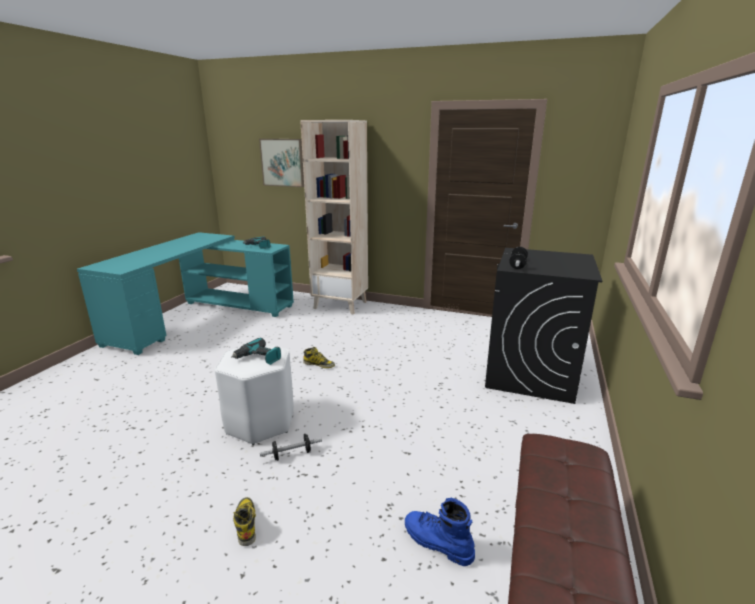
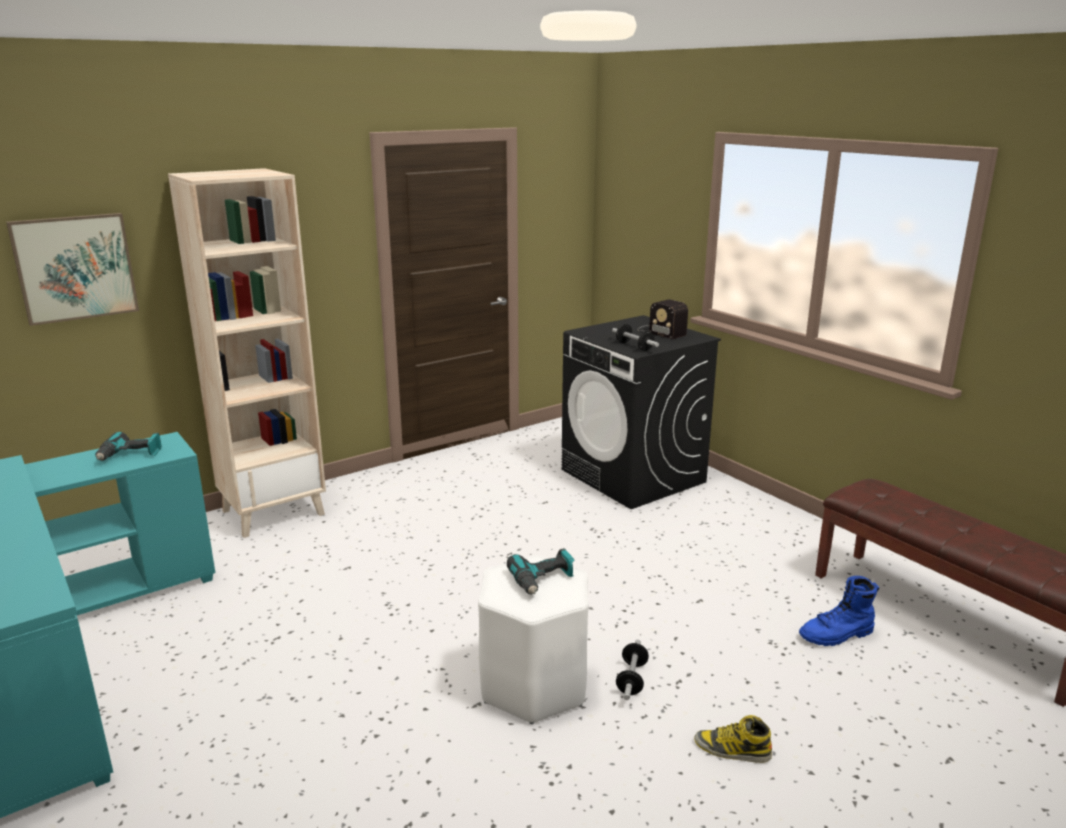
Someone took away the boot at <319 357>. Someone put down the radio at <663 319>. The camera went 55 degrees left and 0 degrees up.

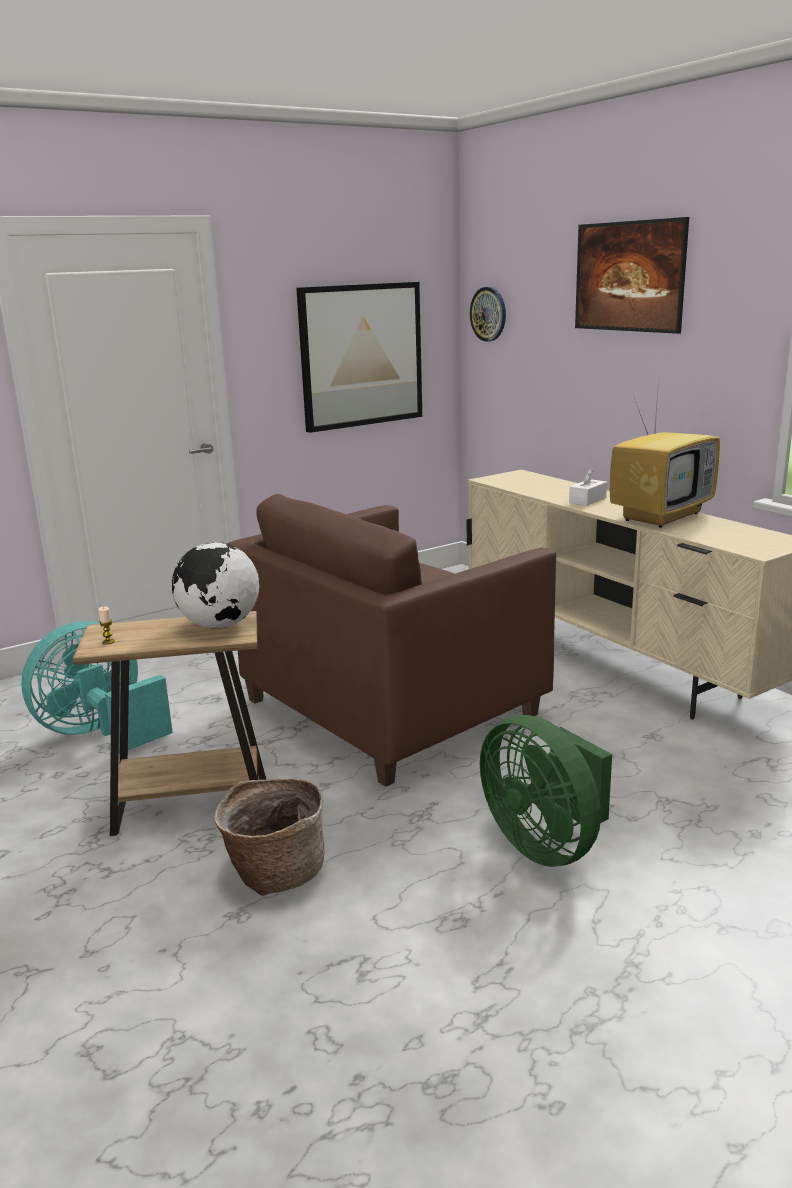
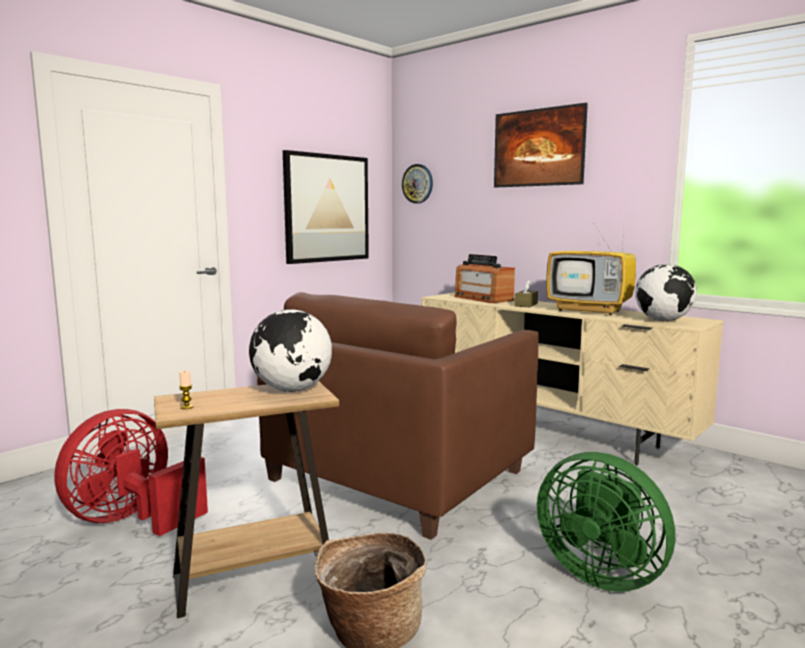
Someone put down the radio at <484 278>. Someone put down the globe at <666 292>. Someone repainted the turquoise_fan at <97 687>, which became the red_fan at <131 472>. Someone repainted the white_tissue_box at <588 487>, which became the brown_tissue_box at <526 293>. Someone rotated the television at <665 453> by 90 degrees clockwise. The camera went 15 degrees left and 10 degrees down.

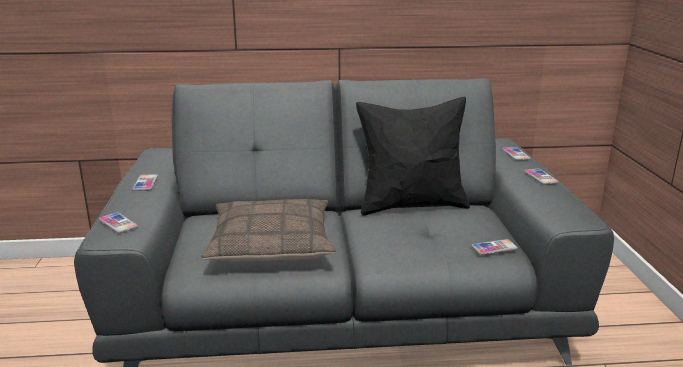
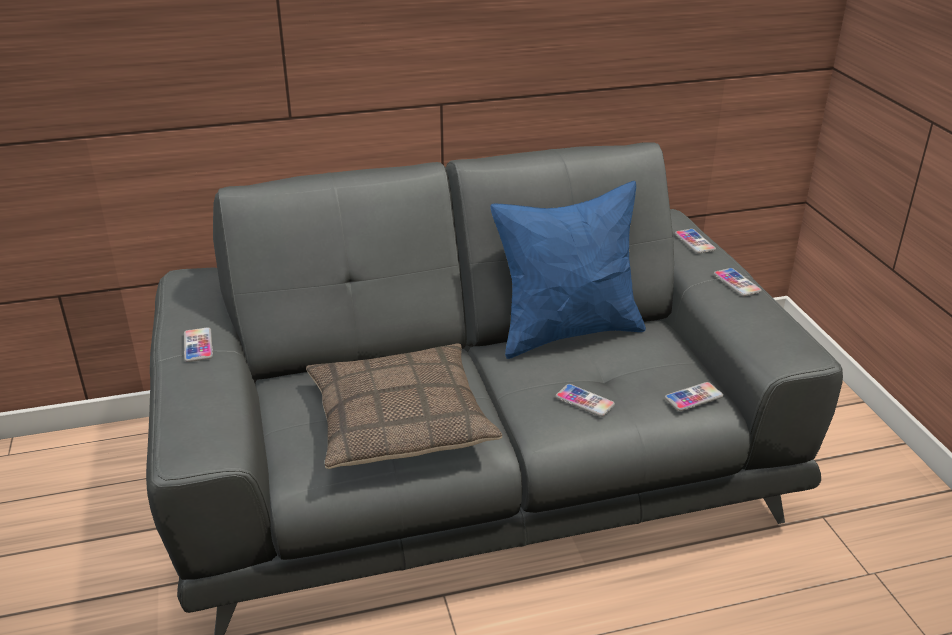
Someone carried the phone from <118 222> to <585 400>. Someone repainted the black_pillow at <413 156>, which became the blue_pillow at <568 270>. The camera went 10 degrees left and 10 degrees up.

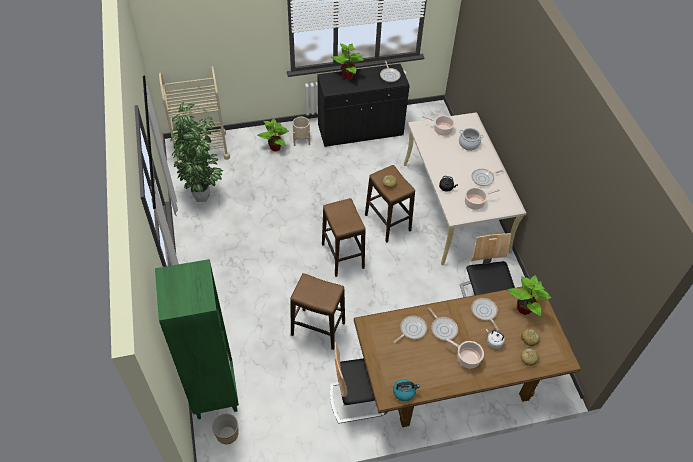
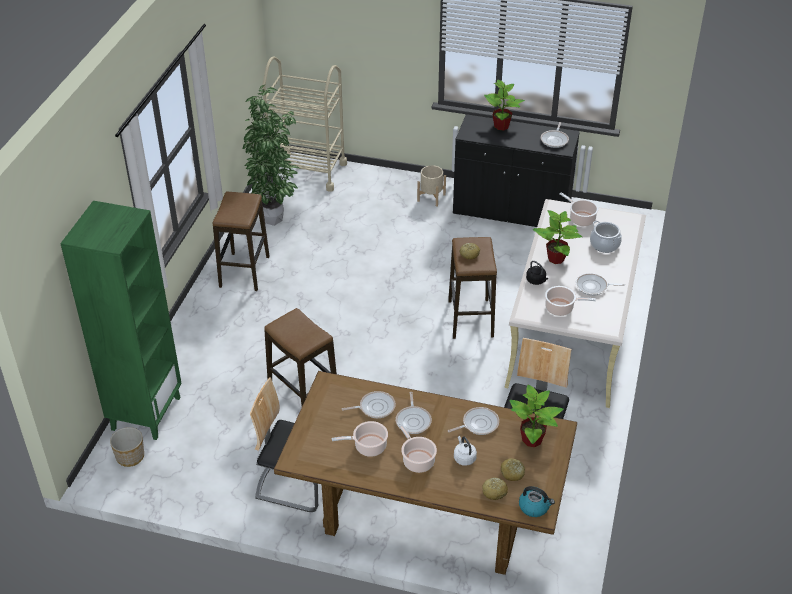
Someone put down the cooking_pot at <360 439>. Someone carried the potted_plant from <273 135> to <557 237>. Someone carried the stool from <344 237> to <241 241>. Someone carried the kettle from <406 390> to <537 501>. Someone rotated the frying_pan at <485 314> by 60 degrees clockwise. The camera went 30 degrees right and 10 degrees down.

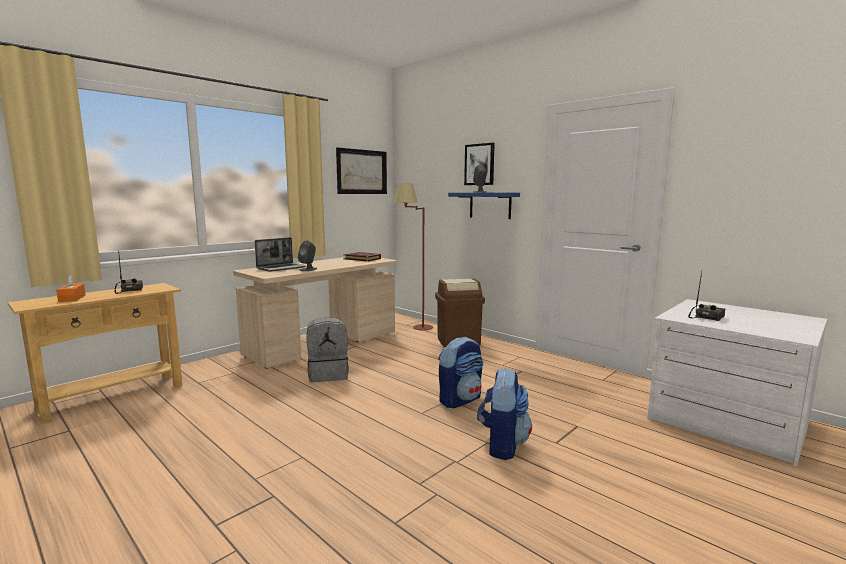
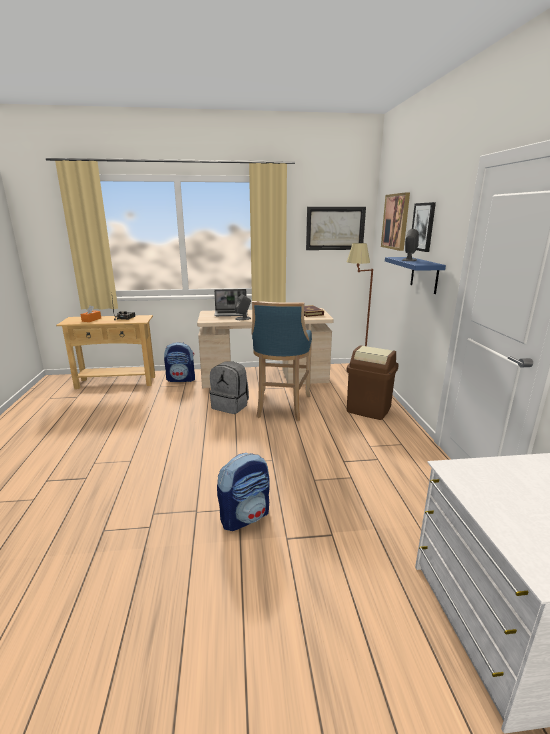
Someone took away the radio at <706 296>. Someone put down the blue_stool at <281 361>. Someone put up the picture at <395 221>. Someone carried the backpack from <460 372> to <179 362>. The camera went 40 degrees right and 10 degrees up.

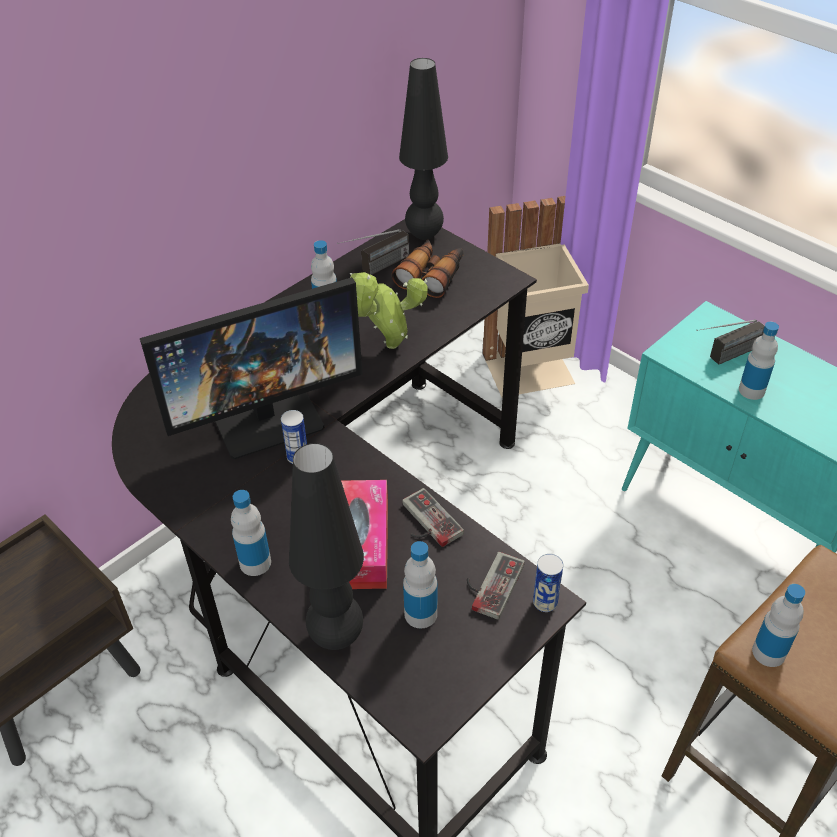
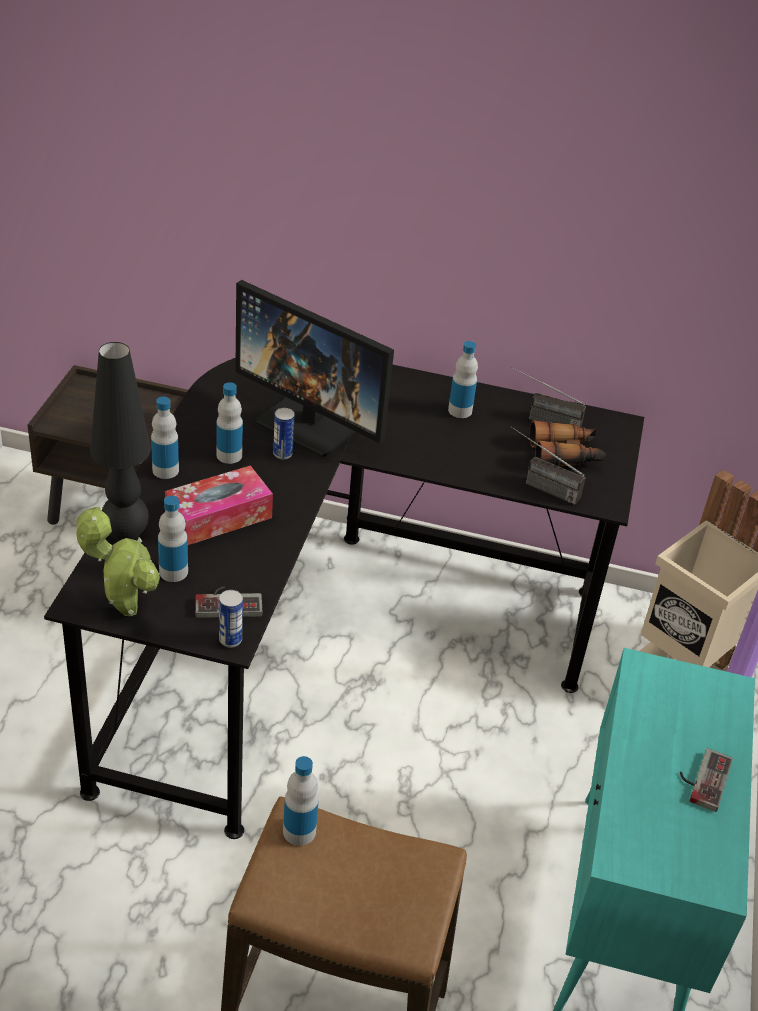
Someone took away the black_table_lamp at <423 149>. Someone carried the potted_plant from <389 310> to <117 560>. Someone carried the game_controller from <433 517> to <706 780>. Someone carried the radio from <730 342> to <548 465>. Someone carried the bottle from <759 361> to <229 423>. The camera went 55 degrees right and 5 degrees down.

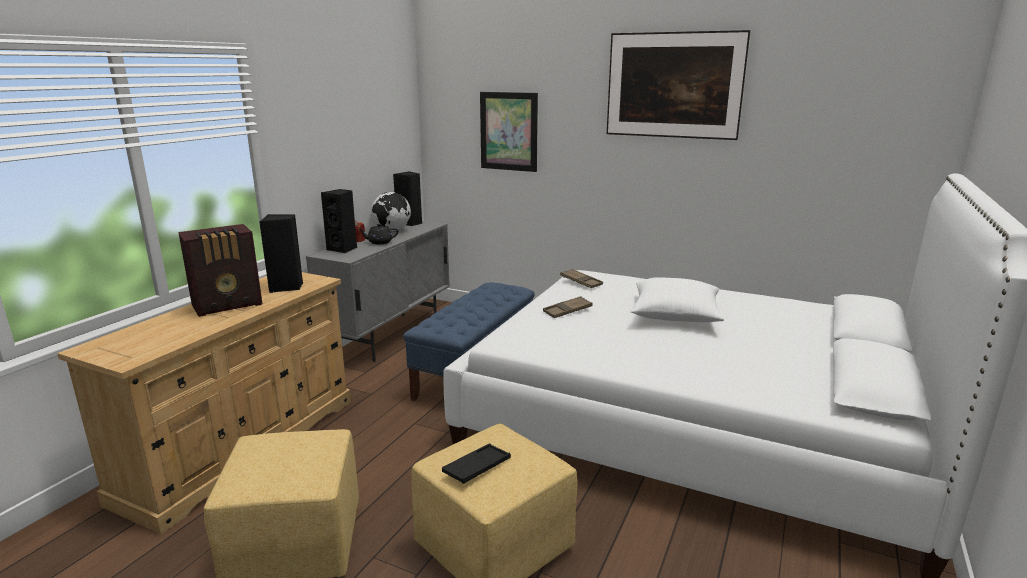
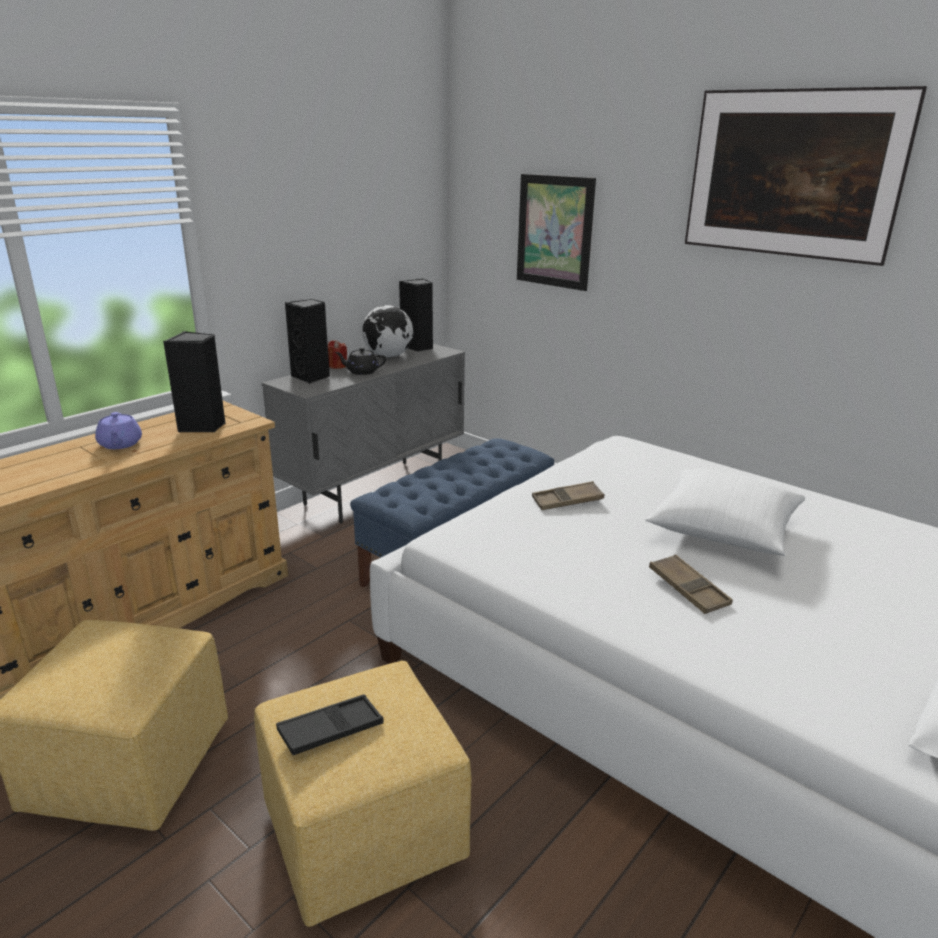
Someone carried the brown_tray from <581 278> to <691 584>. Someone swapped the radio at <220 270> for the purple_teapot at <118 430>. The camera went 15 degrees right and 5 degrees up.

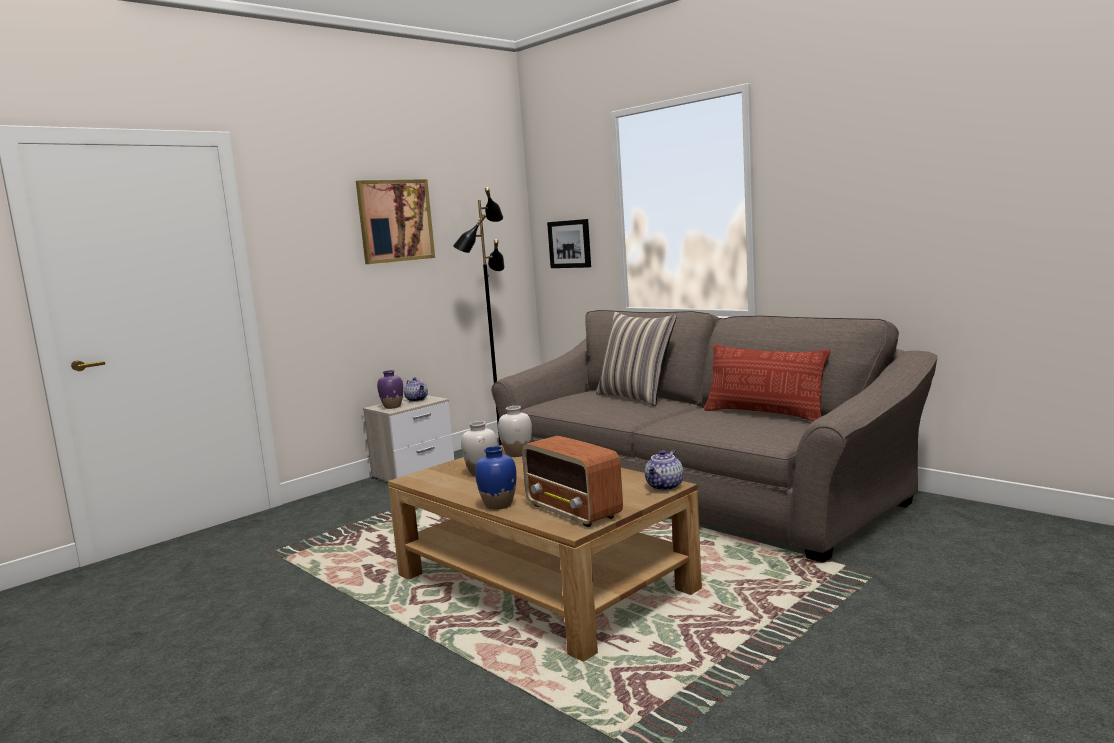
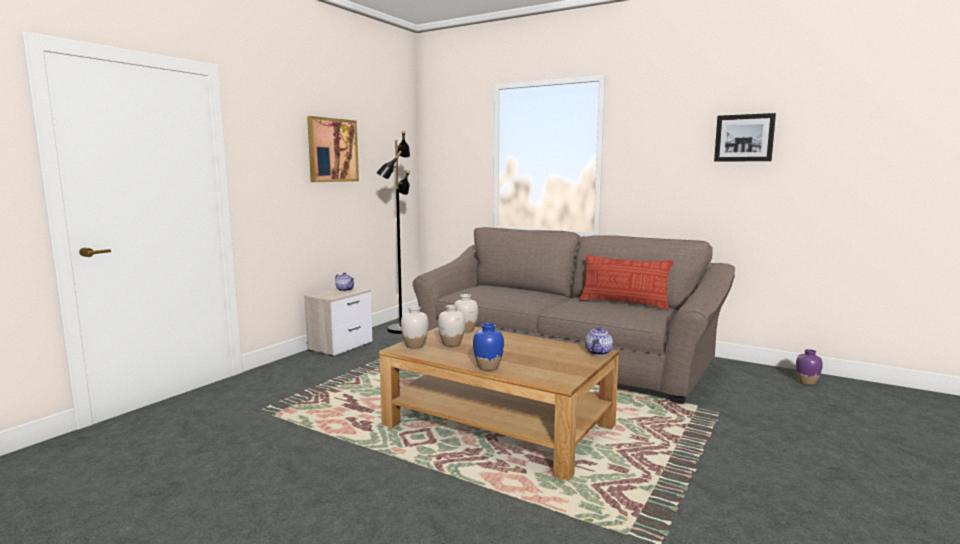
Someone took away the radio at <572 481>. Someone took away the pillow at <636 358>. Someone put down the white_vase at <415 327>. Someone carried the purple_vase from <390 389> to <809 367>. Someone carried the picture from <569 243> to <745 137>. The camera went 15 degrees left and 0 degrees up.

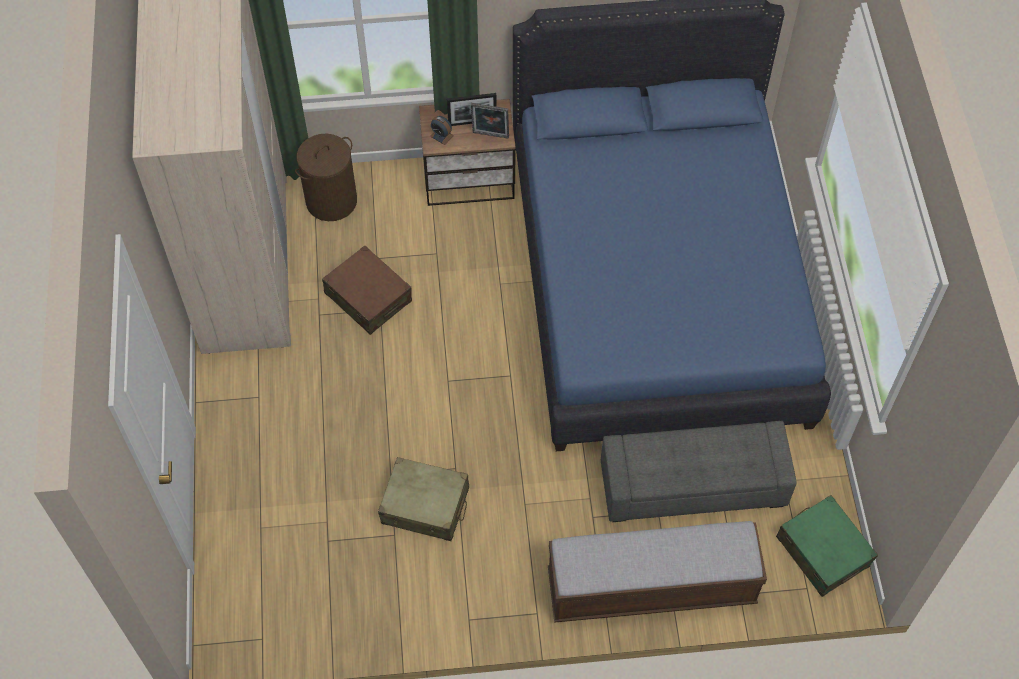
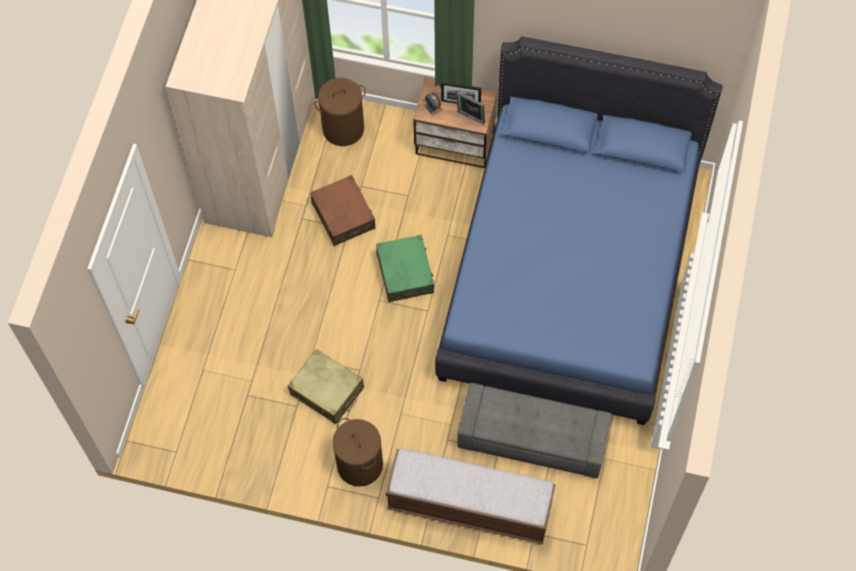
Someone put down the brown_laundry_basket at <357 452>. Someone carried the green_suitcase from <827 546> to <405 269>. The camera went 20 degrees right and 5 degrees up.

